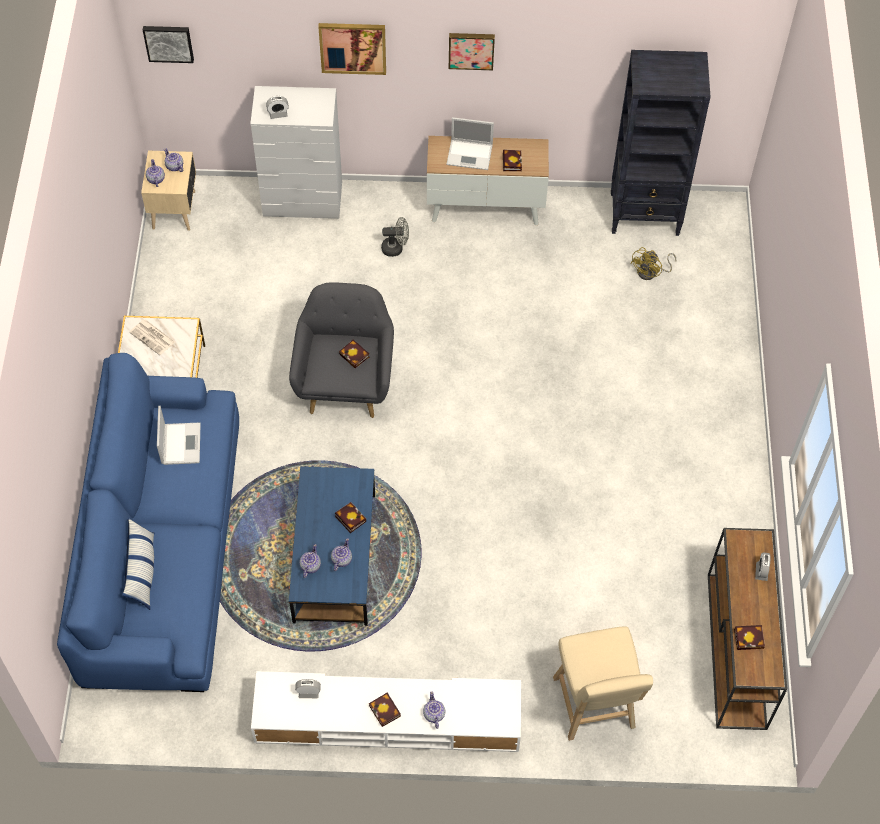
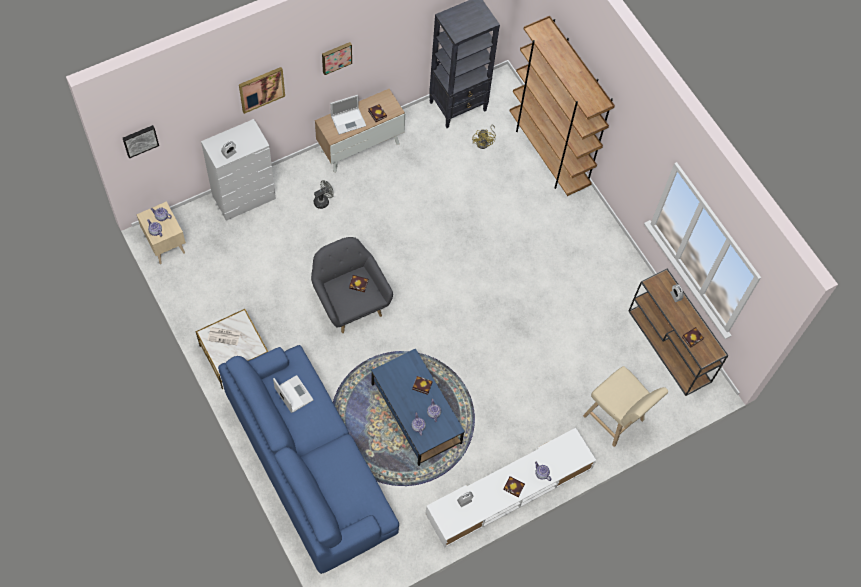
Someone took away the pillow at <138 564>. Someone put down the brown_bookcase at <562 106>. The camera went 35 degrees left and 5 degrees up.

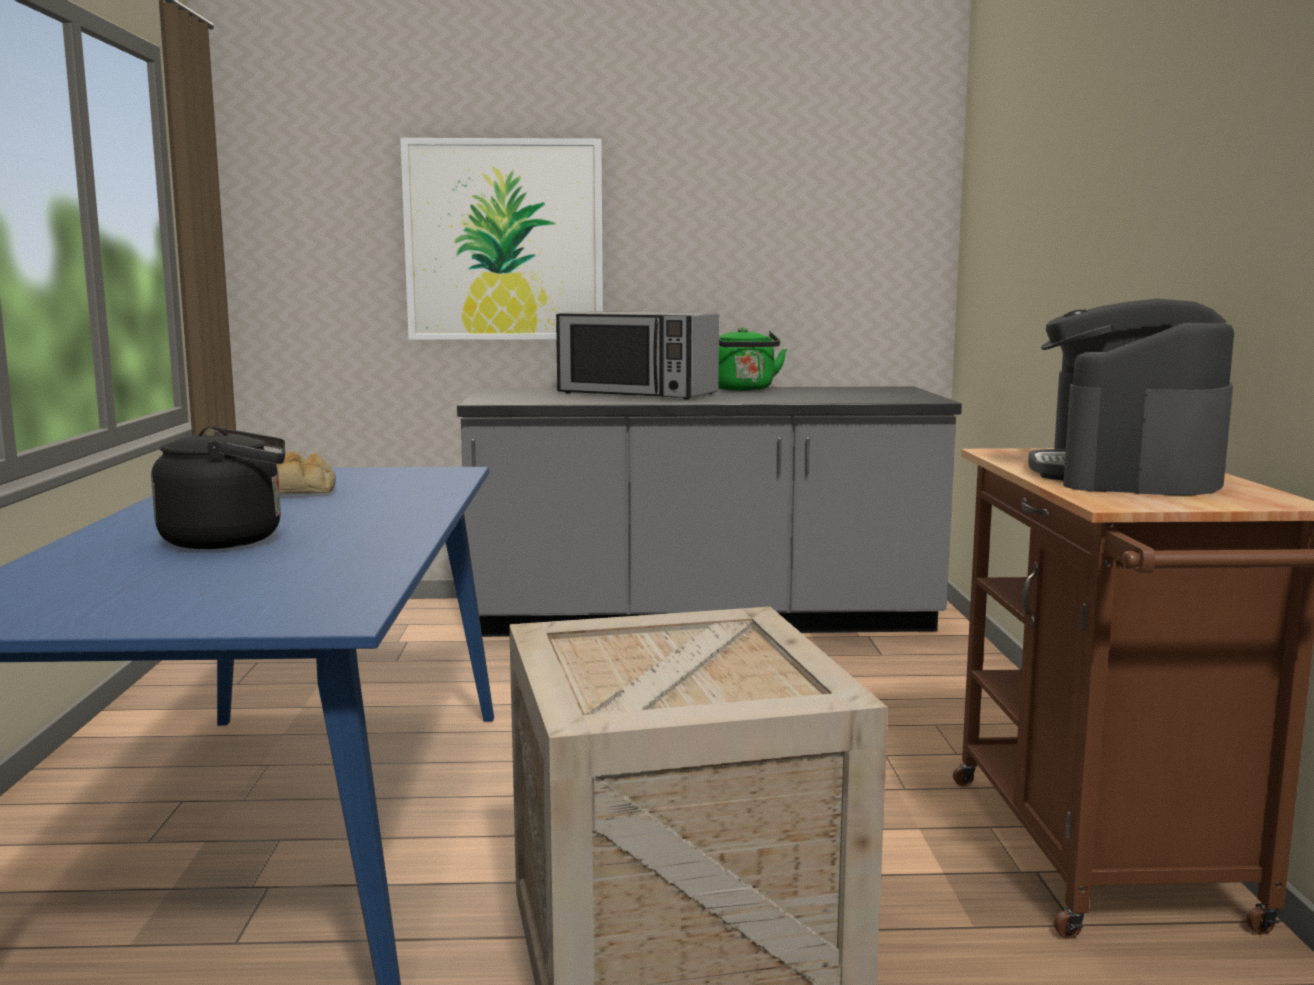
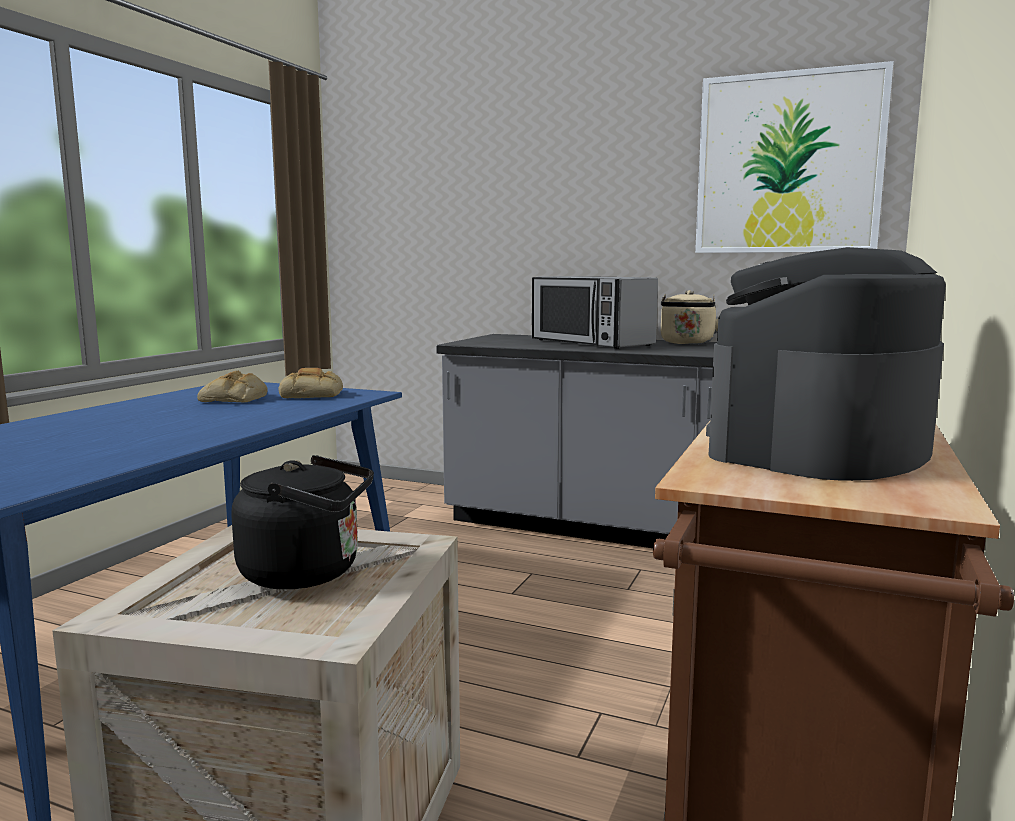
Someone put down the bread at <310 383>. Someone carried the black_kettle from <218 488> to <302 522>. Someone carried the picture from <501 239> to <794 157>. Someone repainted the green_kettle at <752 359>, which became the beige_kettle at <689 317>. The camera went 25 degrees right and 0 degrees up.

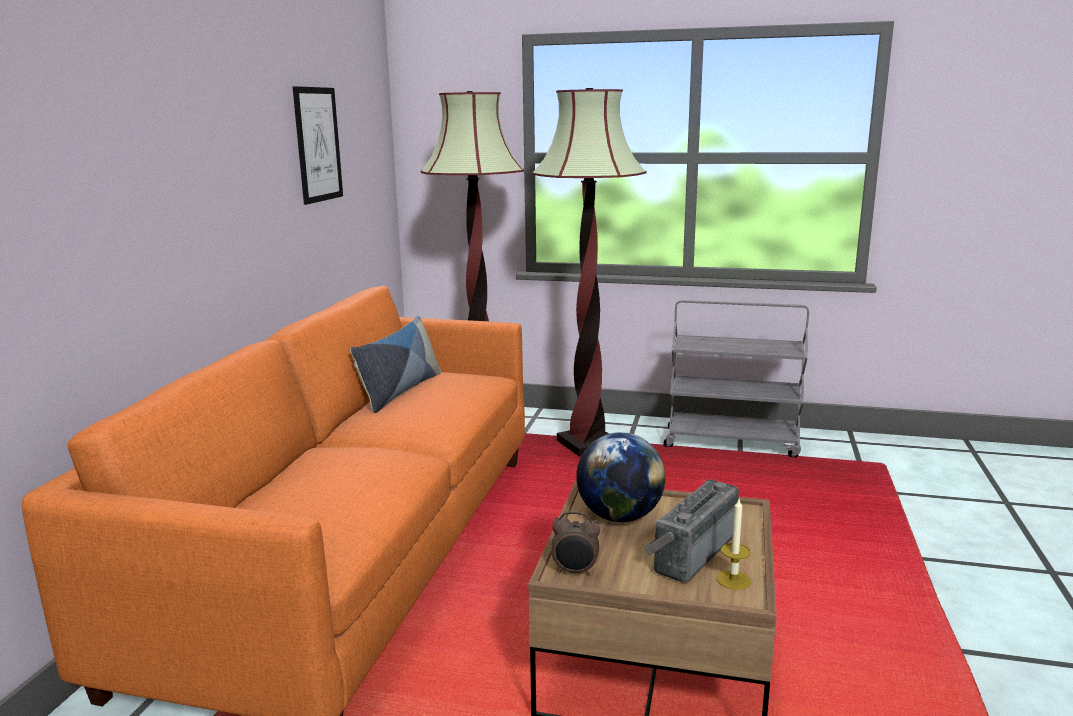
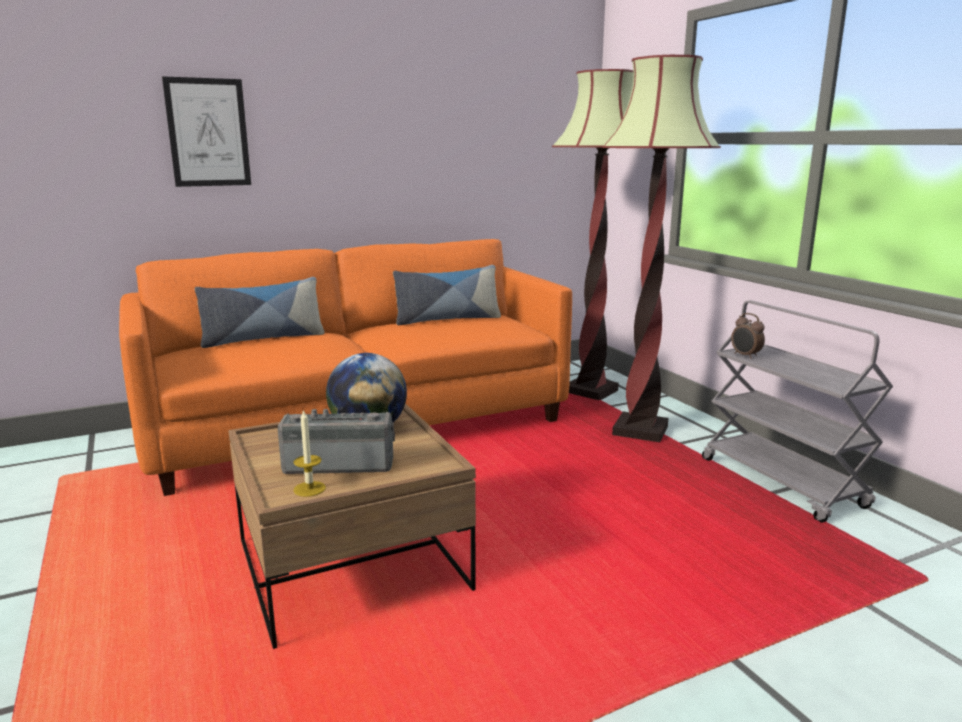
Someone put down the pillow at <260 312>. Someone carried the picture from <317 145> to <206 132>. Someone carried the alarm_clock from <575 543> to <748 336>. The camera went 50 degrees right and 0 degrees up.

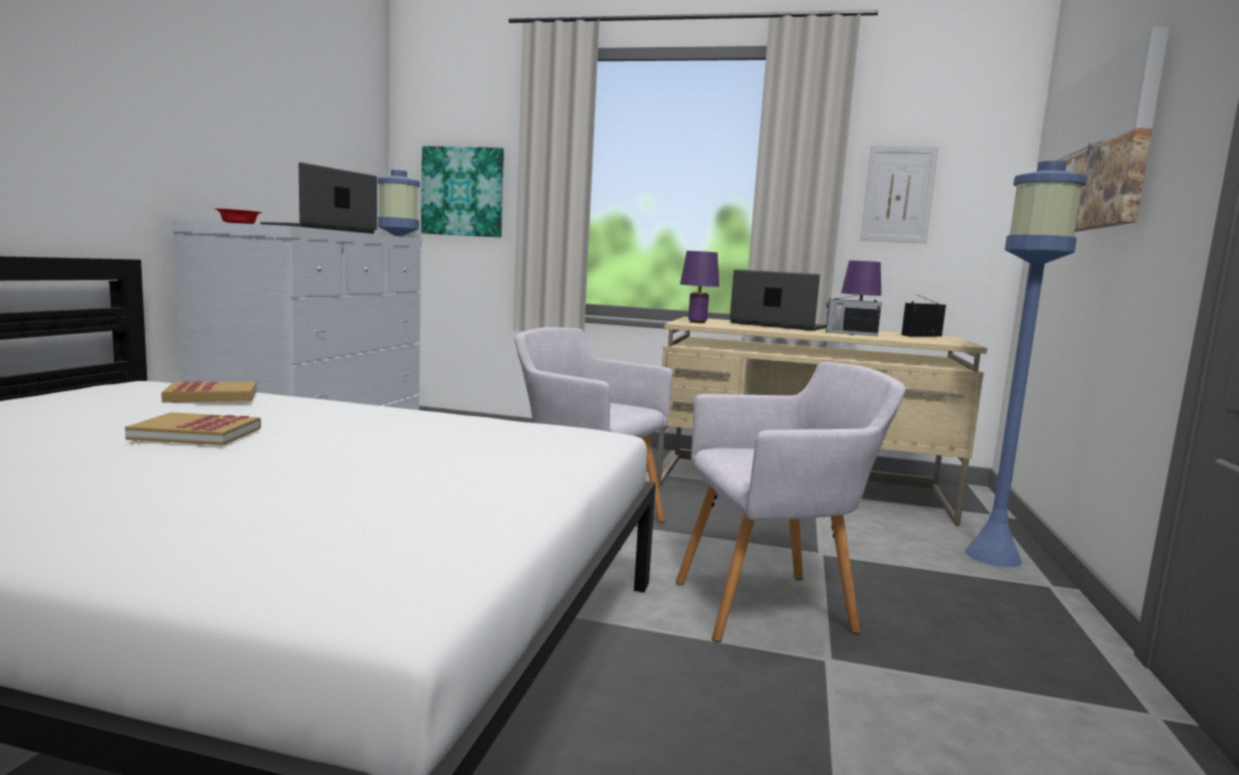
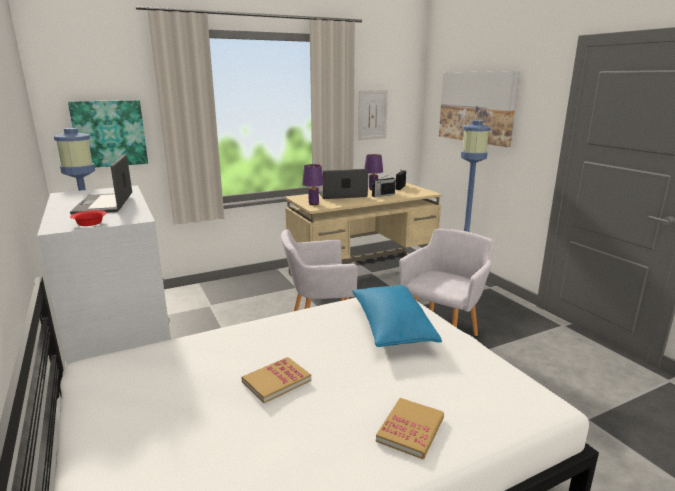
Someone put down the blue_pillow at <397 316>. Someone carried the book from <209 392> to <410 428>. The camera went 40 degrees left and 10 degrees up.

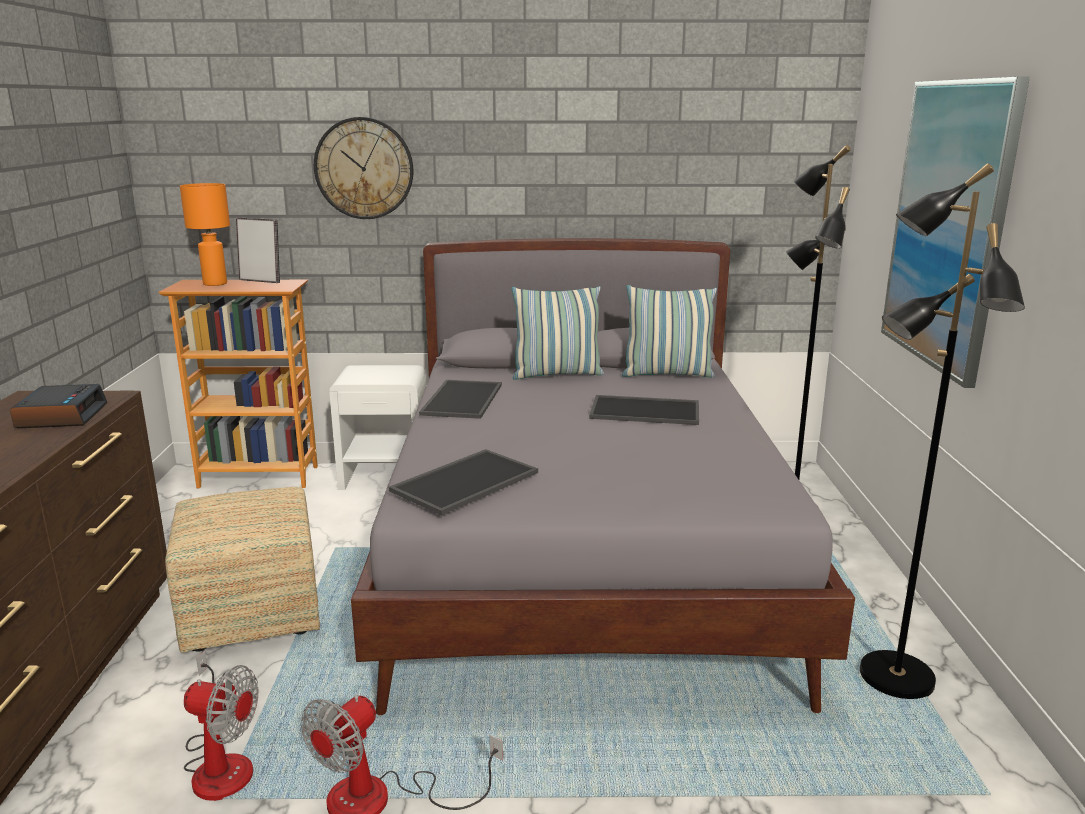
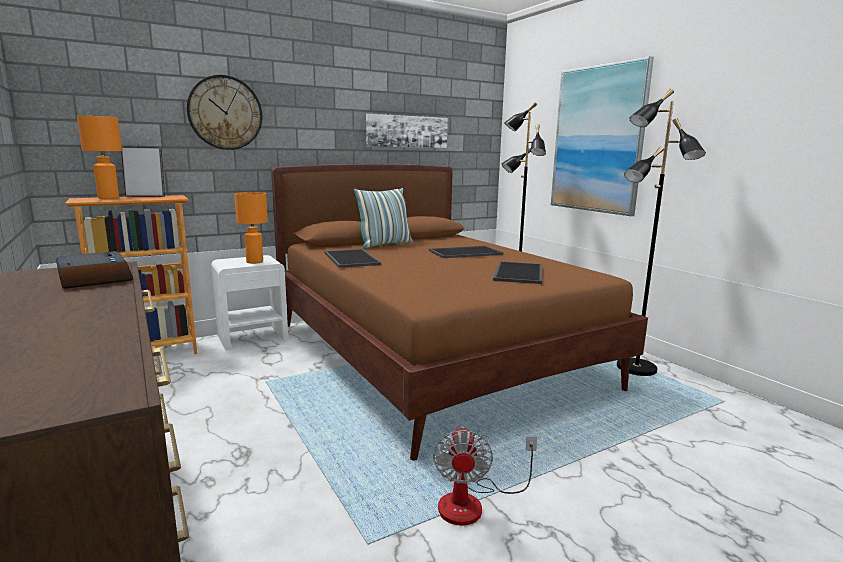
Someone took away the ottoman at <242 569>. Someone took away the fan at <221 726>. Someone took away the pillow at <669 331>. Someone put down the orange_table_lamp at <251 228>. Someone put up the picture at <407 131>. Someone carried the tray from <463 482> to <517 272>. Someone repainted the grey_bed at <603 476>, which became the brown_bed at <459 312>. The camera went 30 degrees left and 5 degrees down.

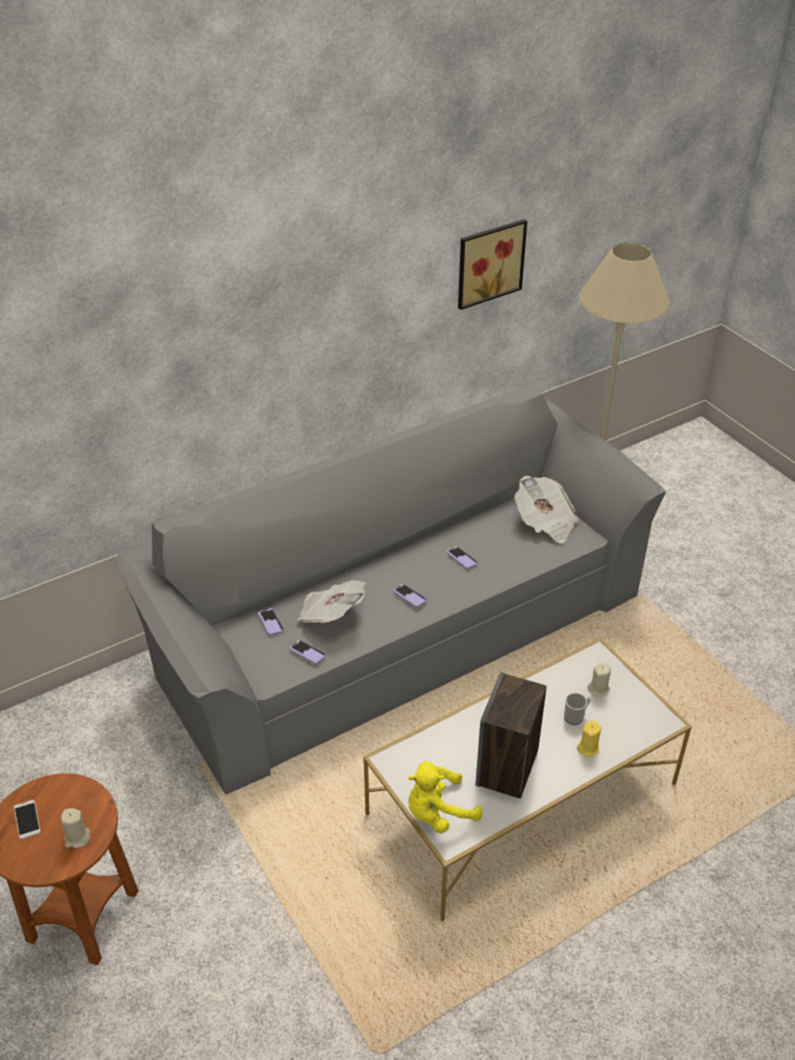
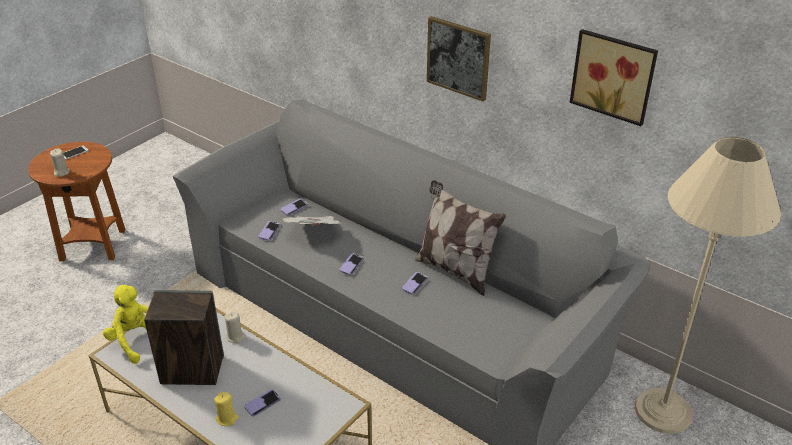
Someone took away the newspaper at <546 509>. Someone put down the pillow at <460 238>. Someone put up the picture at <459 59>. Someone carried the beige_candle from <599 680> to <235 327>. Someone swapped the mug at <577 709> for the phone at <262 403>. The camera went 70 degrees right and 5 degrees down.

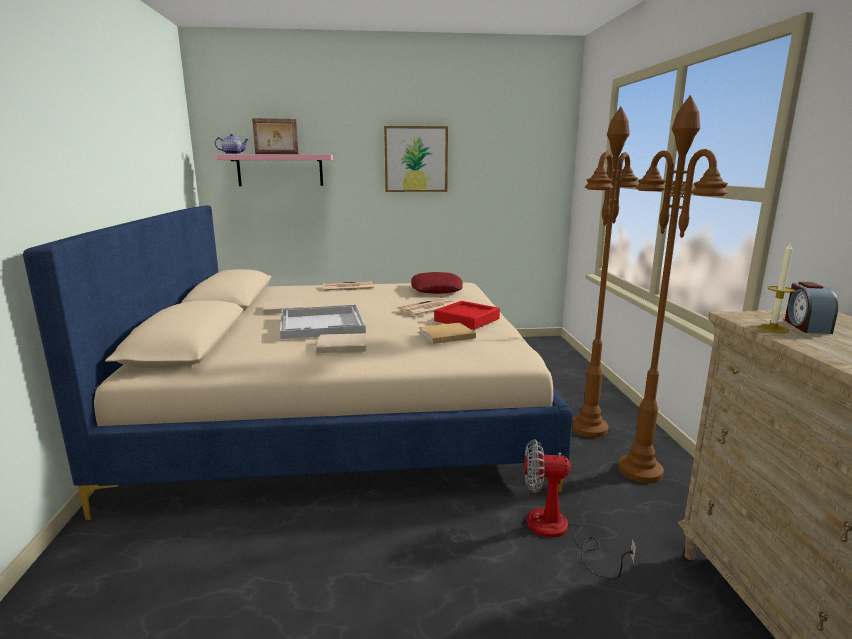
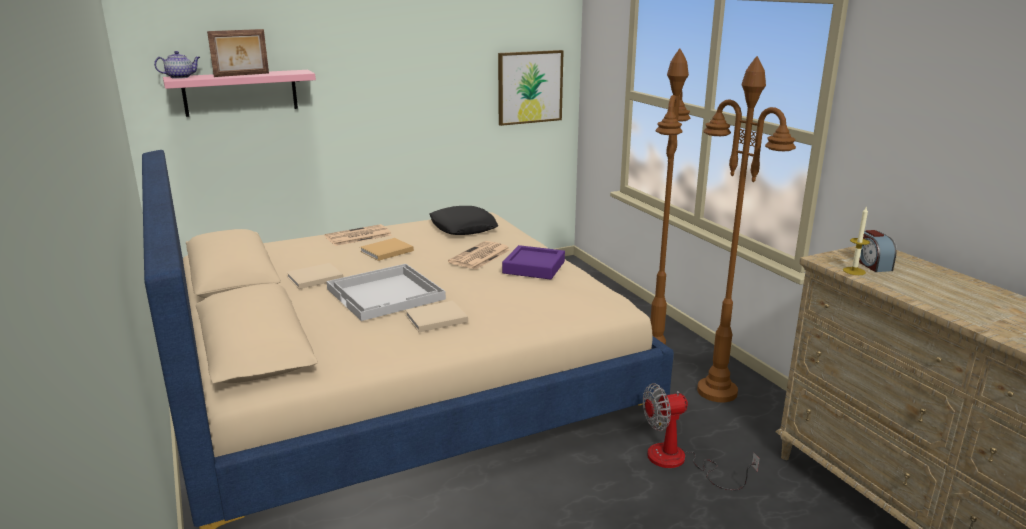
Someone carried the picture from <416 159> to <531 88>. Someone carried the beige_book from <447 333> to <387 249>. Someone repainted the red_pillow at <437 283>, which became the black_pillow at <463 220>. Someone repainted the red_tray at <467 315>, which became the purple_tray at <533 262>. The camera went 20 degrees left and 5 degrees up.

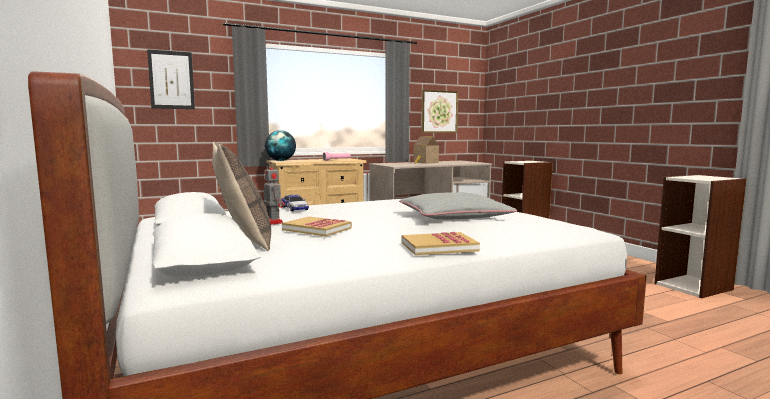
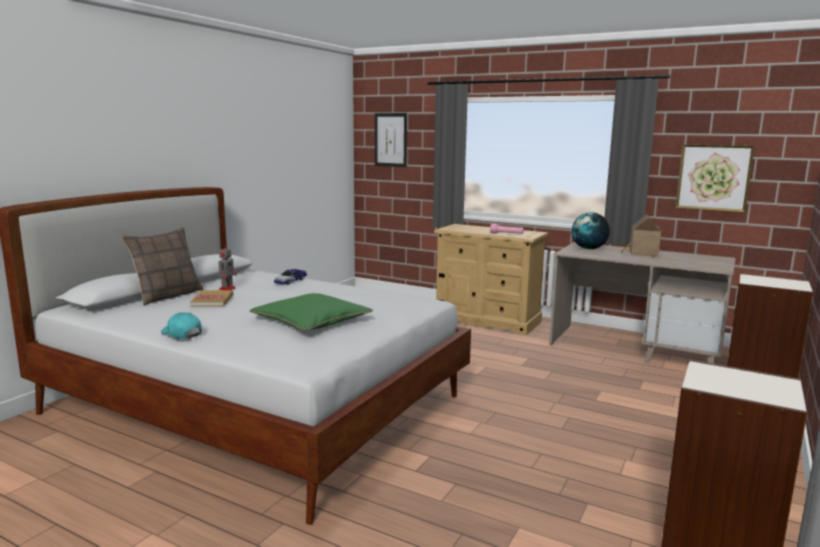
Someone carried the globe from <280 145> to <591 230>. Someone swapped the book at <440 243> for the turquoise_cap at <181 326>. Someone repainted the grey_pillow at <458 206>, which became the green_pillow at <311 312>. The camera went 55 degrees right and 5 degrees up.

